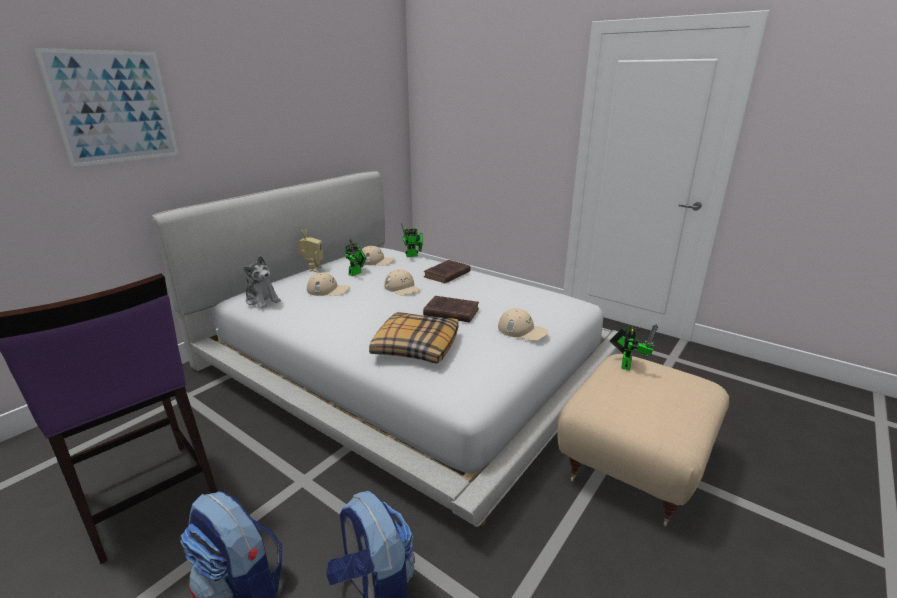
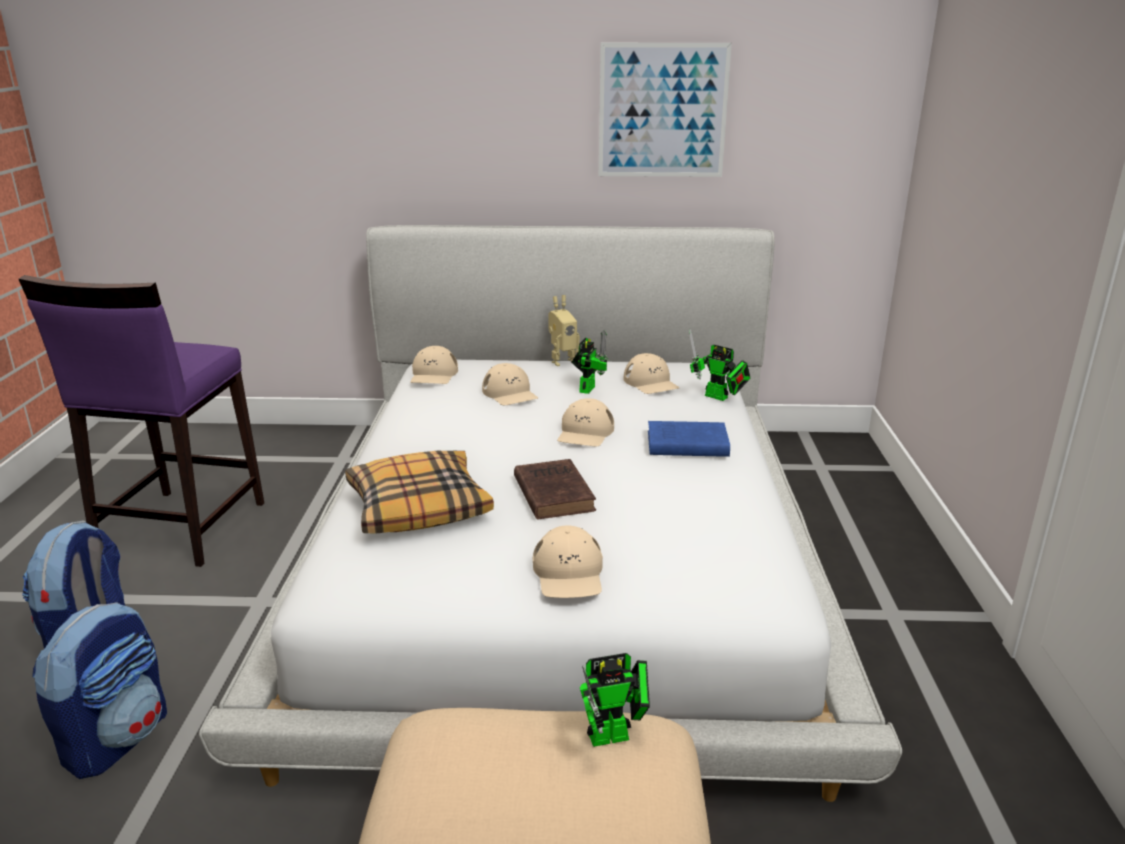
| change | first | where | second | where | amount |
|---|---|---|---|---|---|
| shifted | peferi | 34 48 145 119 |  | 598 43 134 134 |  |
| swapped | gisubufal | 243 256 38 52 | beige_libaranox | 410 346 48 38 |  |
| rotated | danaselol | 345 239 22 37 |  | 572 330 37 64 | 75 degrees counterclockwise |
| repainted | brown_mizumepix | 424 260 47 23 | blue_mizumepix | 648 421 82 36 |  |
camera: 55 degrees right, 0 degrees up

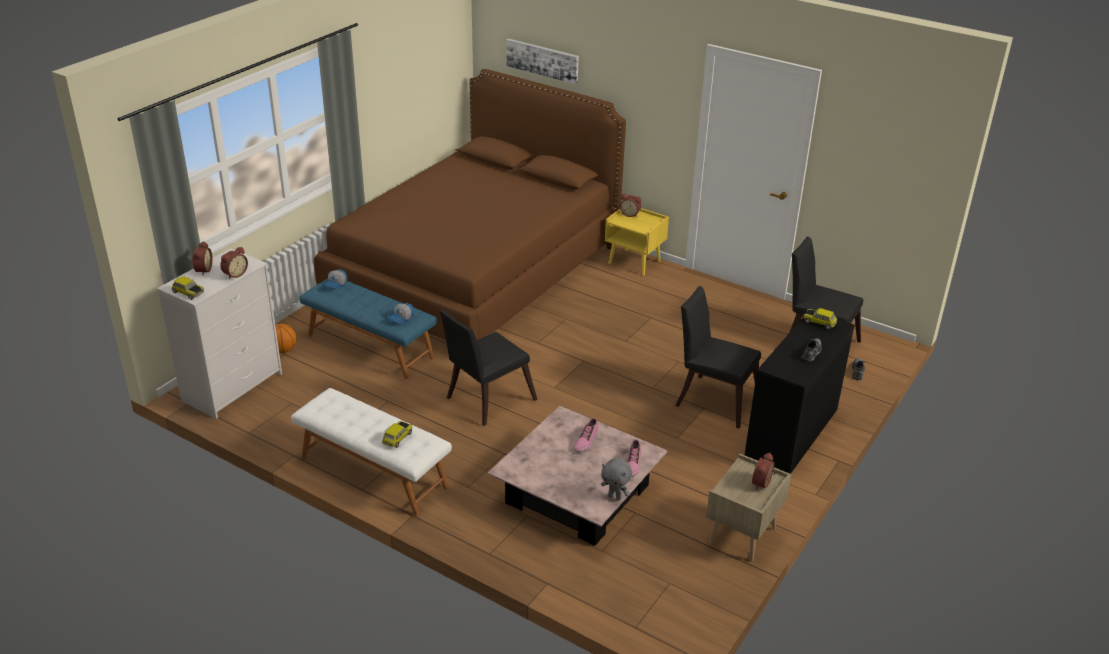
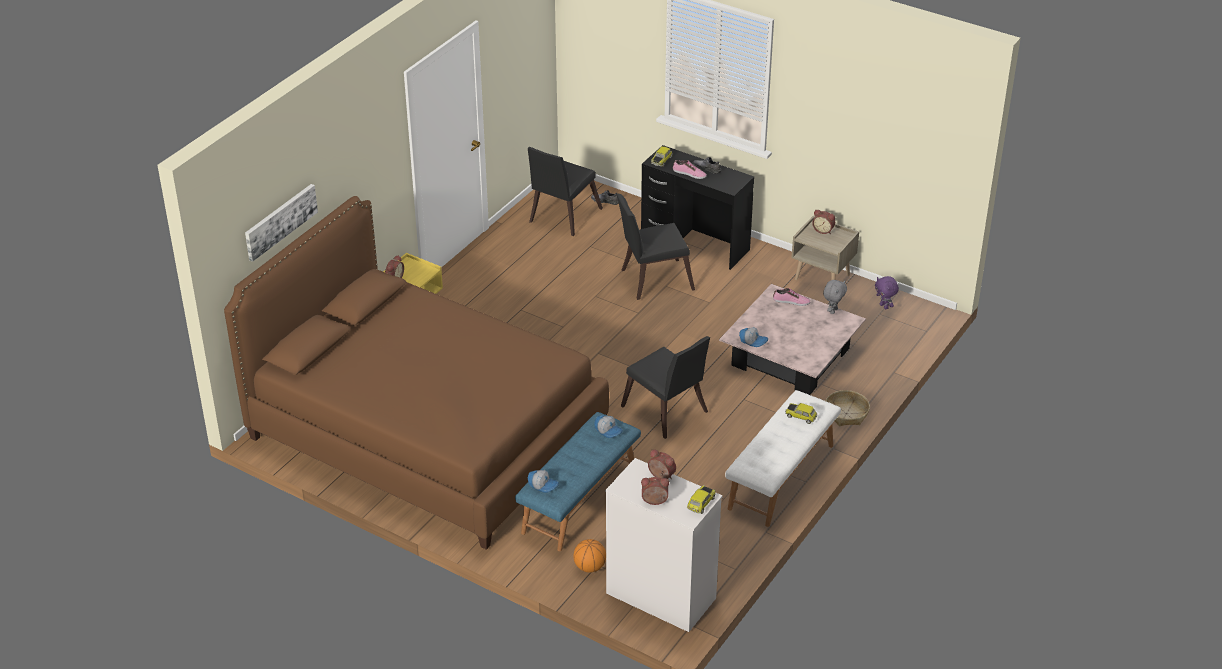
| change | first | where | second | where | amount |
|---|---|---|---|---|---|
| shifted | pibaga | 573 418 26 35 |  | 673 160 34 19 |  |
| rotated | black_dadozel | 675 286 86 143 |  | 617 194 78 106 | 45 degrees clockwise |
| new |  |  | libaranox | 739 327 29 20 |  |
| new |  |  | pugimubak | 826 390 44 36 |  |
| new |  |  | purple_gisubufal | 875 276 24 33 |  |
camera: 90 degrees left, 5 degrees up

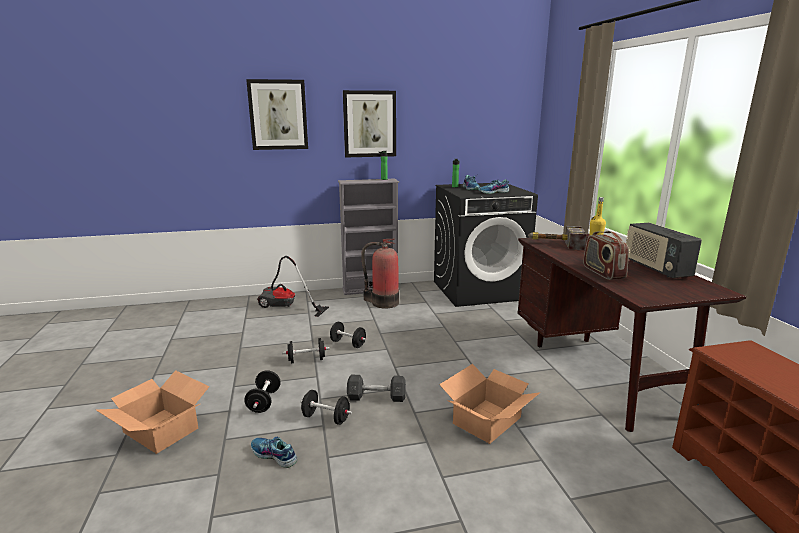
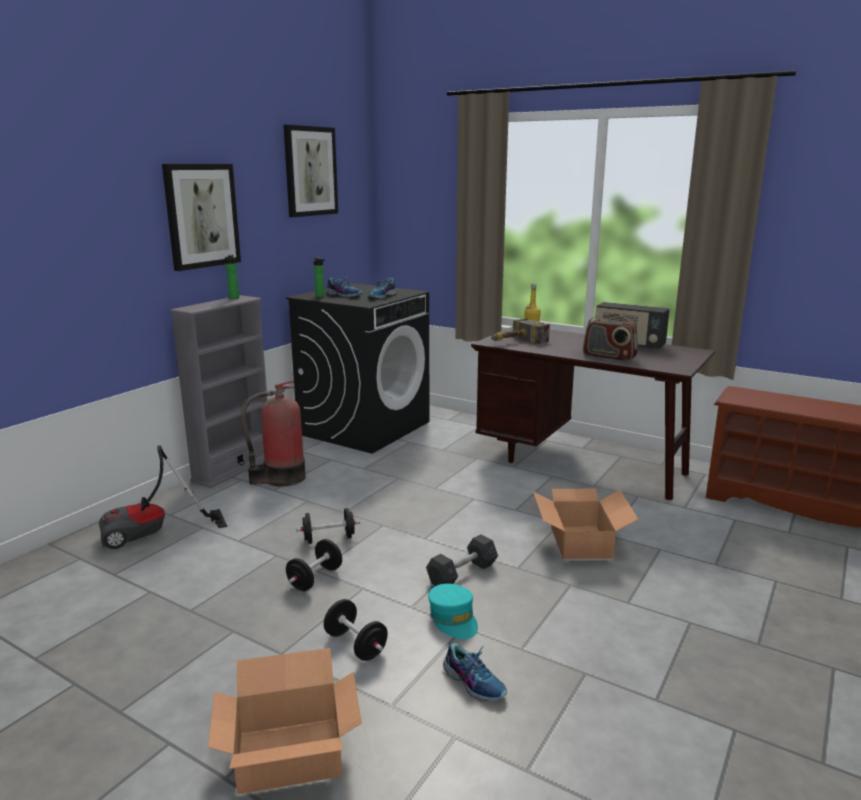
| change | first | where | second | where | amount |
|---|---|---|---|---|---|
| shifted | peferi | 246 79 62 71 |  | 283 125 55 92 |  |
| rotated | pibaga | 251 437 47 31 |  | 443 643 64 59 | 120 degrees counterclockwise |
| swapped | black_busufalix | 300 390 52 35 | turquoise_libaranox | 428 583 50 56 |  |
camera: 45 degrees left, 0 degrees up

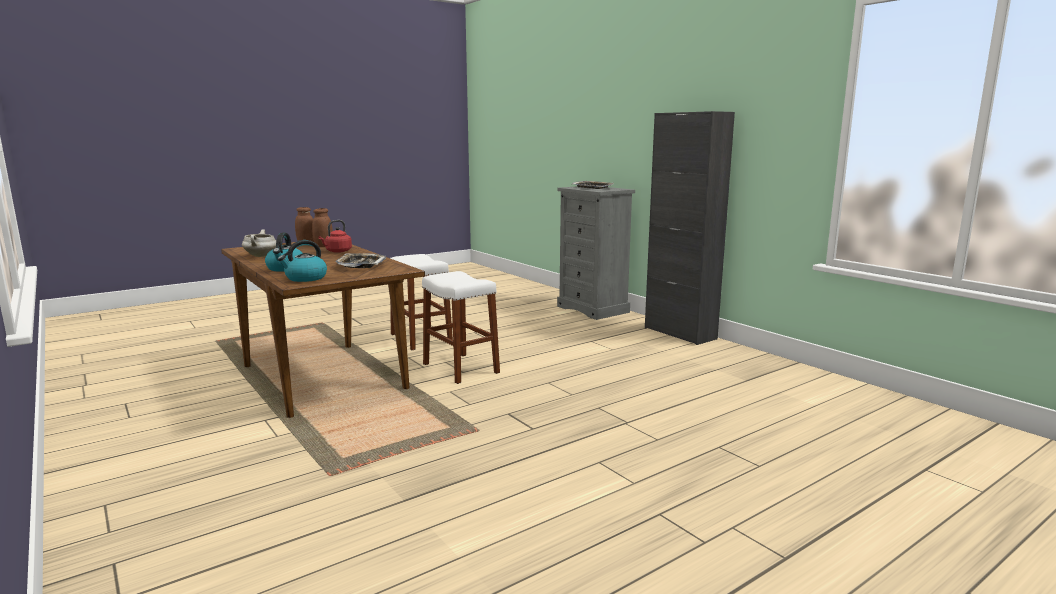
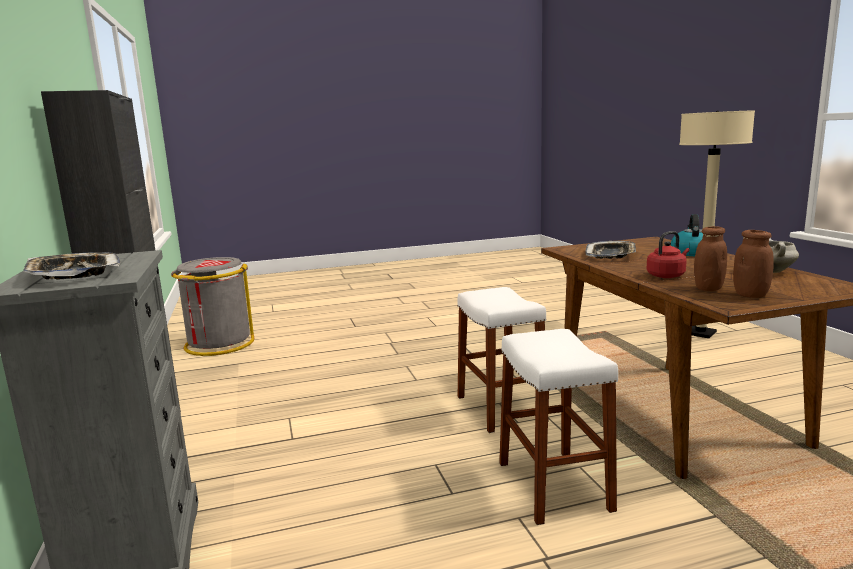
| change | first | where | second | where | amount |
|---|---|---|---|---|---|
| gone | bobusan | 278 240 49 42 |  |  |  |
| new |  |  | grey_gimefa | 171 257 83 99 |  |
| new |  |  | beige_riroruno | 679 110 76 228 |  |
camera: 160 degrees left, 0 degrees up

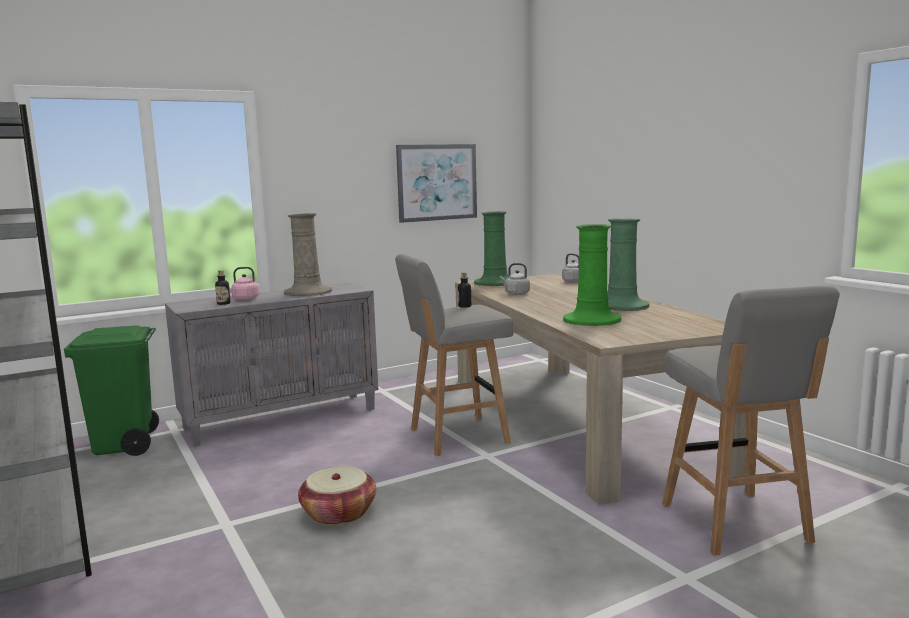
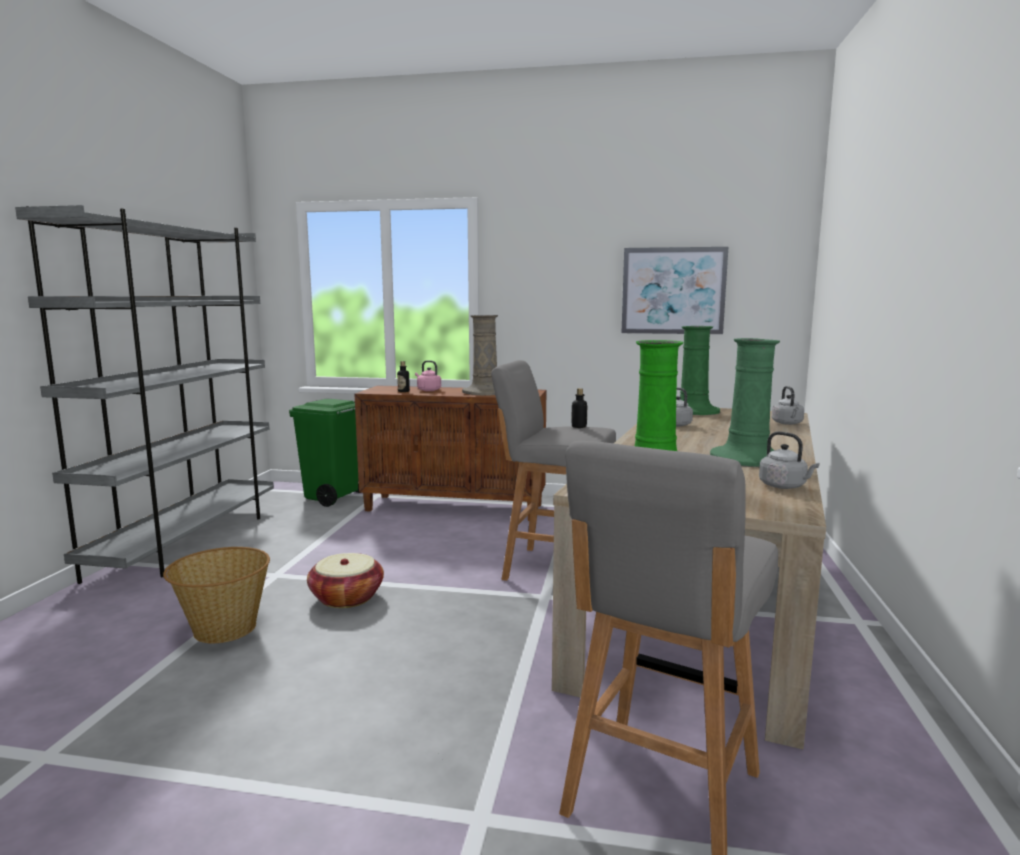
| change | first | where | second | where | amount |
|---|---|---|---|---|---|
| repainted | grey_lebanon | 165 283 213 164 | brown_lebanon | 354 385 192 136 |  |
| new |  |  | pugimubak | 163 547 107 96 |  |
| new |  |  | grey_bobusan | 759 431 60 58 |  |
camera: 40 degrees right, 0 degrees up

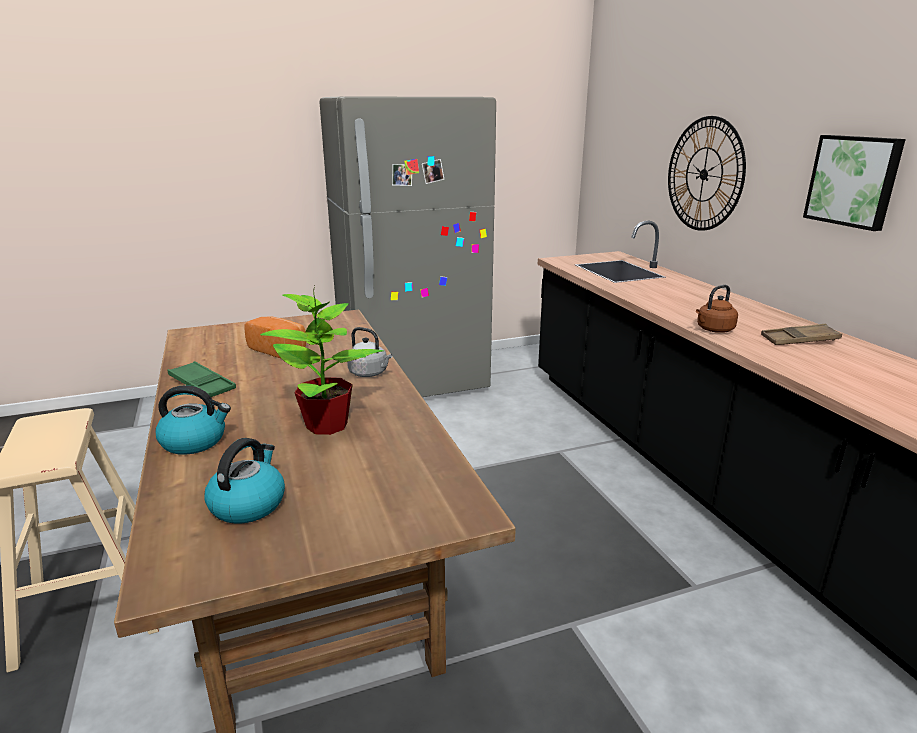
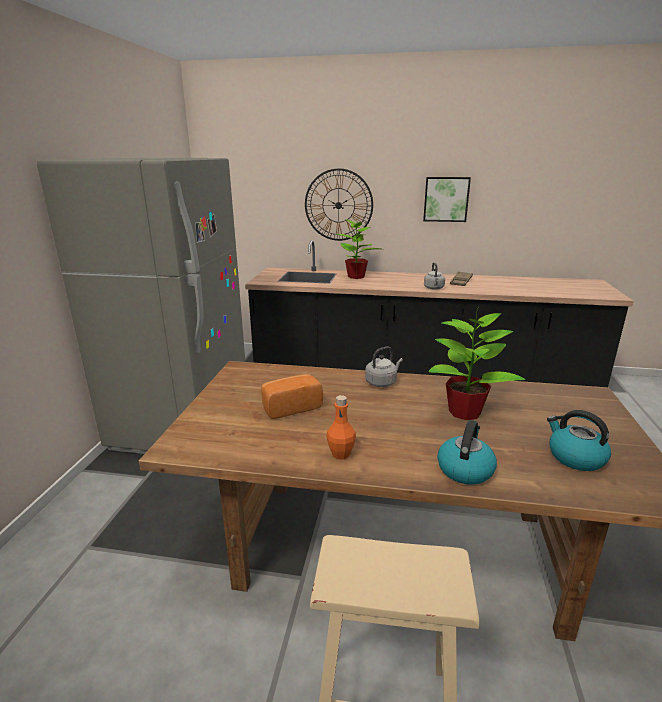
| change | first | where | second | where | amount |
|---|---|---|---|---|---|
| swapped | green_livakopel | 168 361 68 36 | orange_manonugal | 326 395 30 64 |  |
| repainted | brown_bobusan | 696 285 42 48 | grey_bobusan | 424 262 21 28 |  |
| new |  |  | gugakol | 335 220 46 59 |  |
camera: 60 degrees left, 0 degrees up

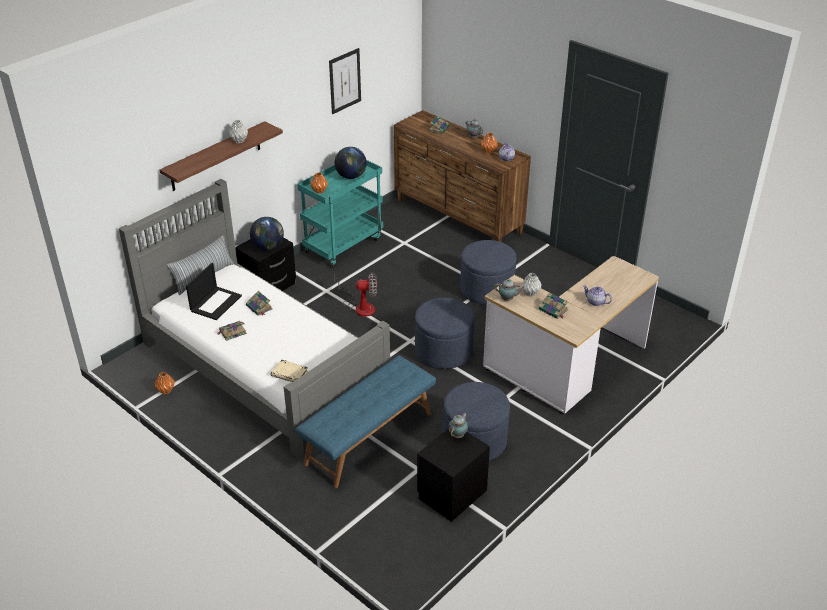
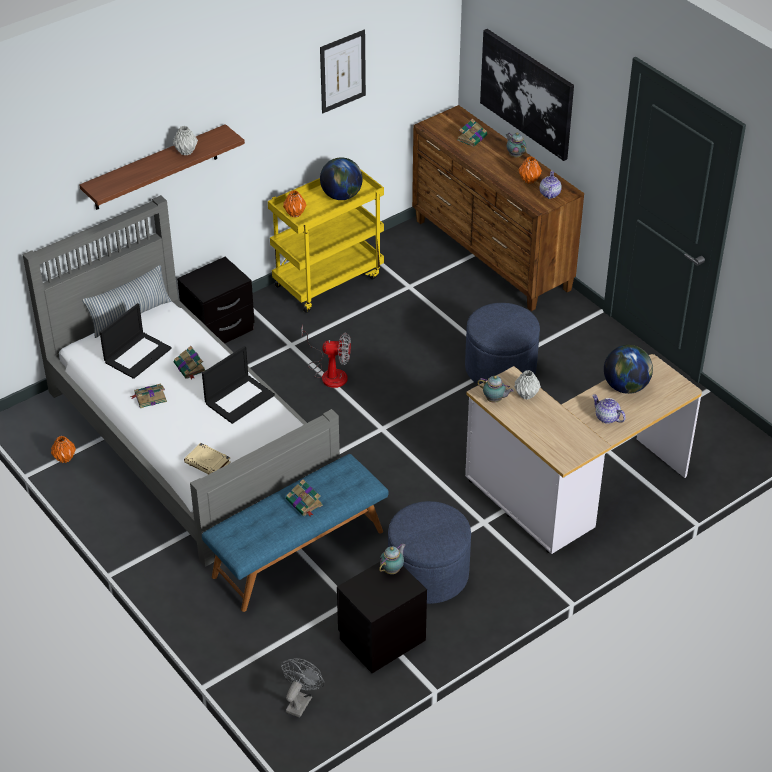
| change | first | where | second | where | amount |
|---|---|---|---|---|---|
| shifted | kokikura | 250 217 34 33 |  | 604 345 49 49 |  |
| repainted | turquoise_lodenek | 297 160 86 108 | yellow_lodenek | 268 169 116 144 |  |
| gone | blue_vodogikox | 415 298 60 71 |  |  |  |
| shifted | mizumepix | 539 292 29 27 |  | 286 479 37 38 |  |
| new |  |  | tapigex | 202 346 73 78 |  |
| new |  |  | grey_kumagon | 281 658 43 60 |  |
| new |  |  | peferi | 480 29 94 132 |  |
camera: 10 degrees right, 5 degrees up

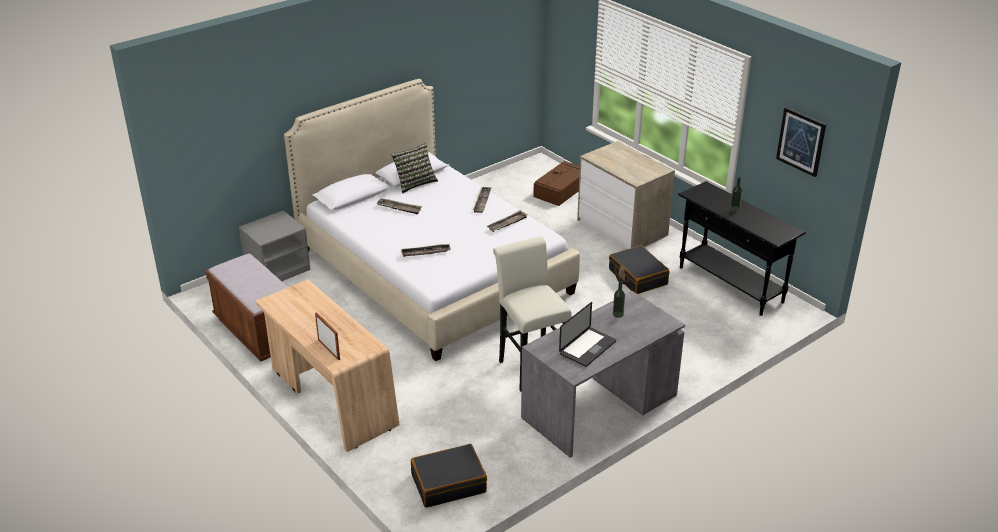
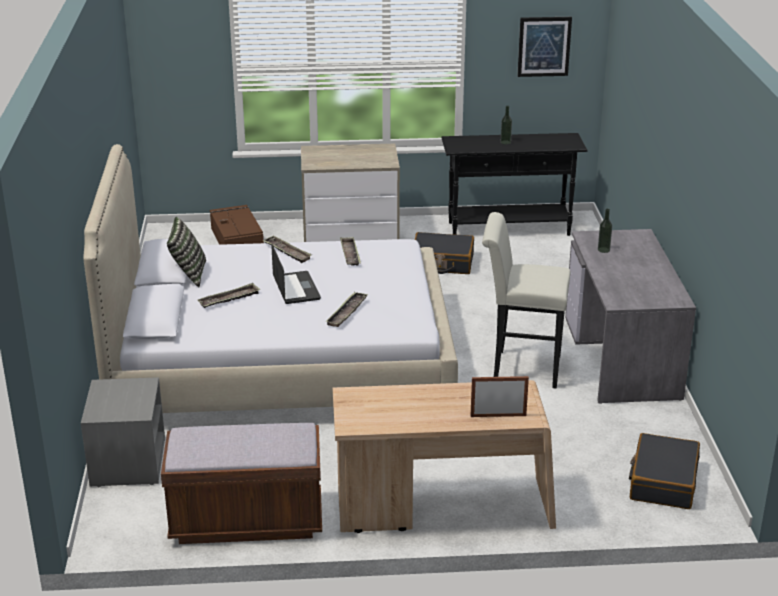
| change | first | where | second | where | amount |
|---|---|---|---|---|---|
| shifted | tapigex | 559 302 57 65 |  | 271 244 50 60 |  |
camera: 55 degrees left, 5 degrees down

